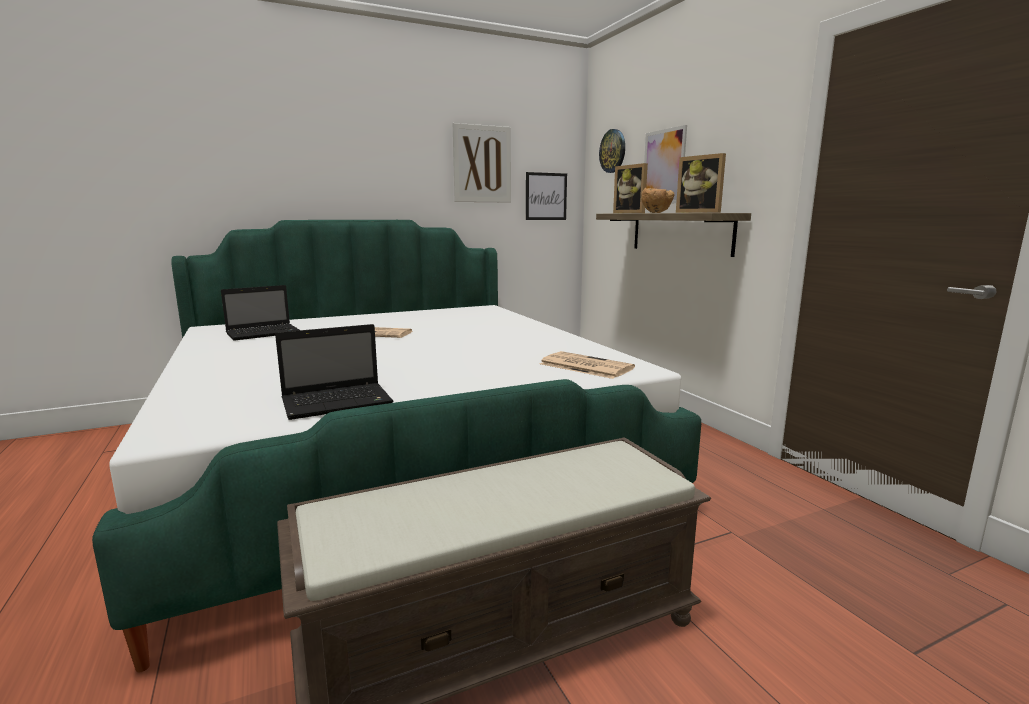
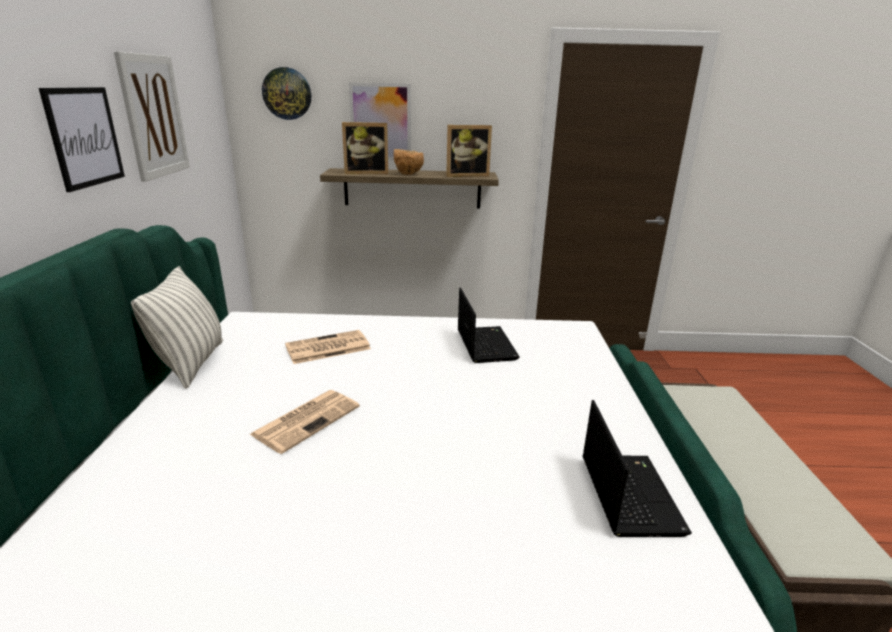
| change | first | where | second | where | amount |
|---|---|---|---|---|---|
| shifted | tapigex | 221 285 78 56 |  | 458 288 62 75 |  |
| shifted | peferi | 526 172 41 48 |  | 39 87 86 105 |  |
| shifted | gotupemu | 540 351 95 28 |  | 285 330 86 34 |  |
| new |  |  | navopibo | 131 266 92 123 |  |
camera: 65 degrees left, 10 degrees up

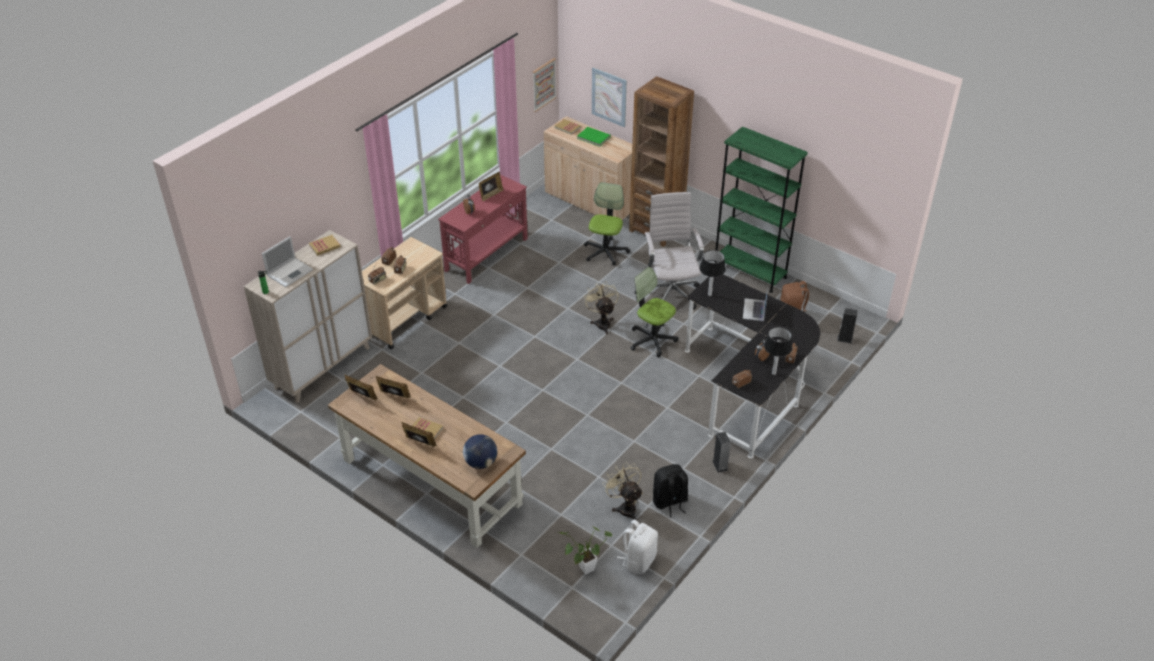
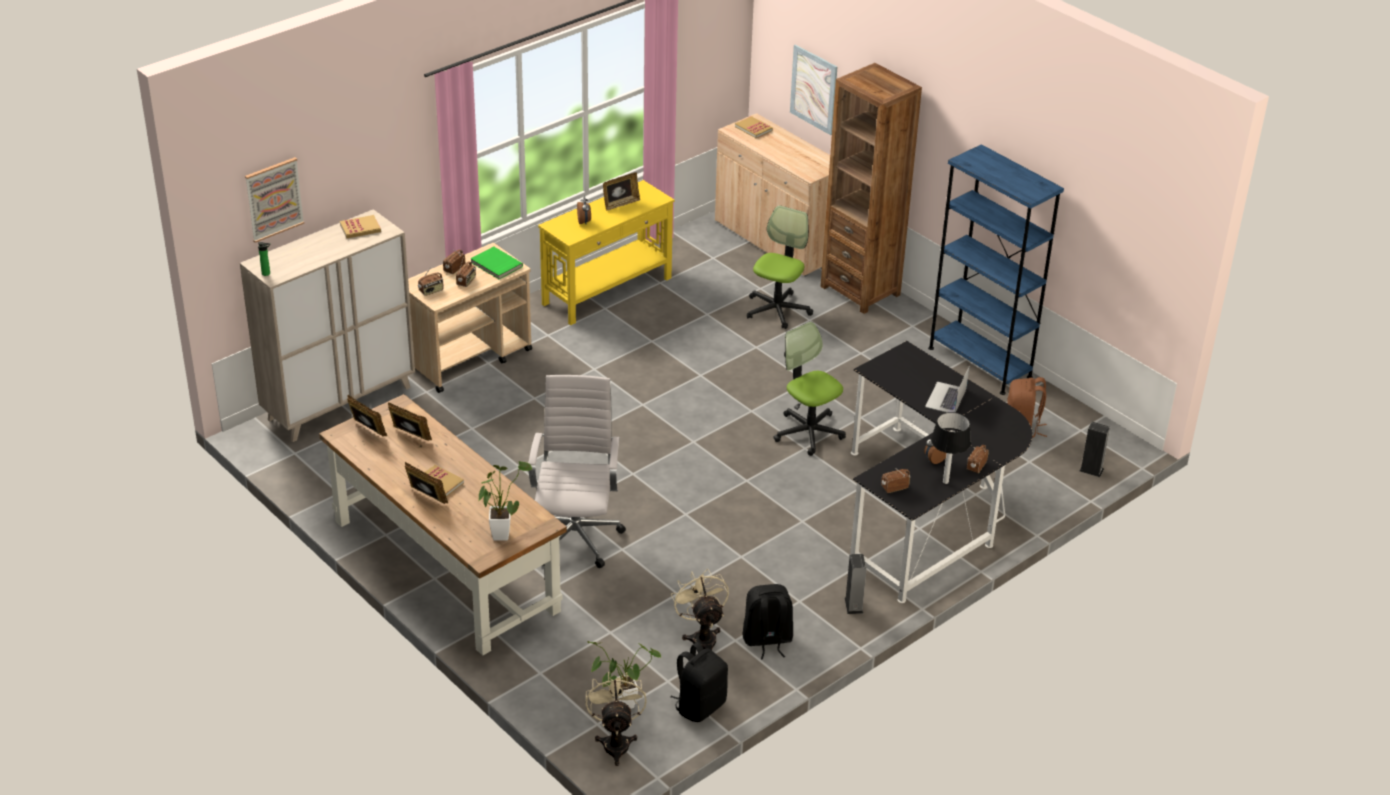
| change | first | where | second | where | amount |
|---|---|---|---|---|---|
| gone | tapigex | 262 236 51 51 |  |  |  |
| repainted | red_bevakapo | 438 175 90 109 | yellow_bevakapo | 538 180 136 145 |  |
| swapped | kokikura | 463 434 34 35 | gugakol | 479 461 53 80 |  |
| shifted | peferi | 533 58 24 54 |  | 245 157 59 86 |  |
| shifted | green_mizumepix | 577 127 34 20 |  | 470 247 53 32 |  |
| shifted | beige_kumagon | 584 281 34 53 |  | 586 672 61 94 |  |
| repainted | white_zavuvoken | 617 519 41 55 | black_zavuvoken | 670 642 58 80 |  |
| shifted | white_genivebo | 645 192 59 118 |  | 529 375 97 193 |  |
| gone | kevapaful | 699 250 27 46 |  |  |  |
| repainted | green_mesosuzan | 714 126 94 167 | blue_mesosuzan | 928 144 136 251 |  |
camera: 10 degrees right, 5 degrees down

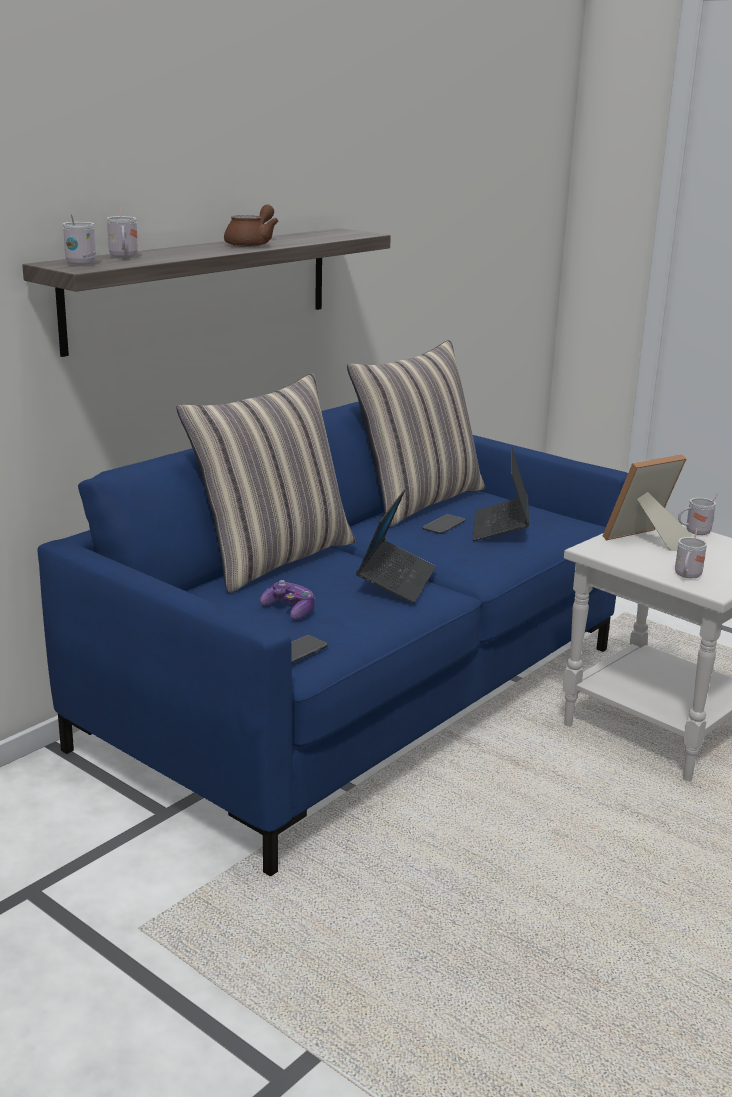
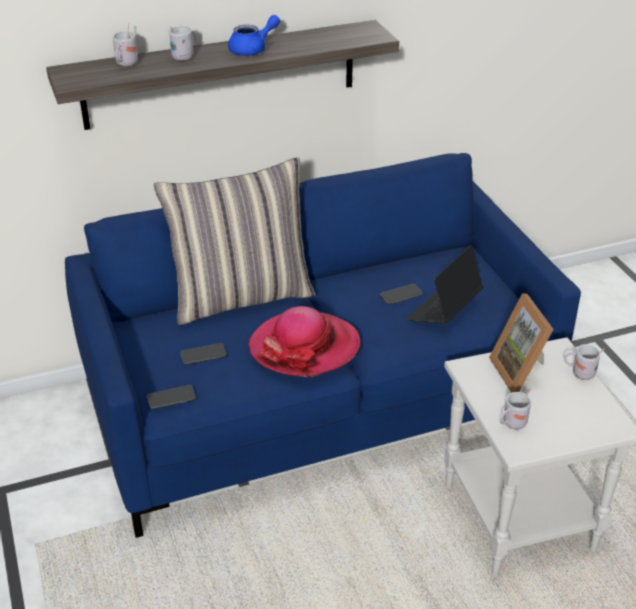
| change | first | where | second | where | amount |
|---|---|---|---|---|---|
| shifted | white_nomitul | 63 214 33 51 |  | 169 26 27 35 |  |
| repainted | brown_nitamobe | 224 204 55 43 | blue_nitamobe | 228 15 52 41 |  |
| swapped | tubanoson | 260 580 55 39 | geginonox | 180 343 47 22 |  |
| gone | navopibo | 347 340 138 187 |  |  |  |
| swapped | tapigex | 356 489 80 114 | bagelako | 248 306 113 71 |  |
| rotated | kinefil | 603 455 89 96 |  | 489 293 64 100 | 105 degrees counterclockwise |
camera: 30 degrees right, 15 degrees up

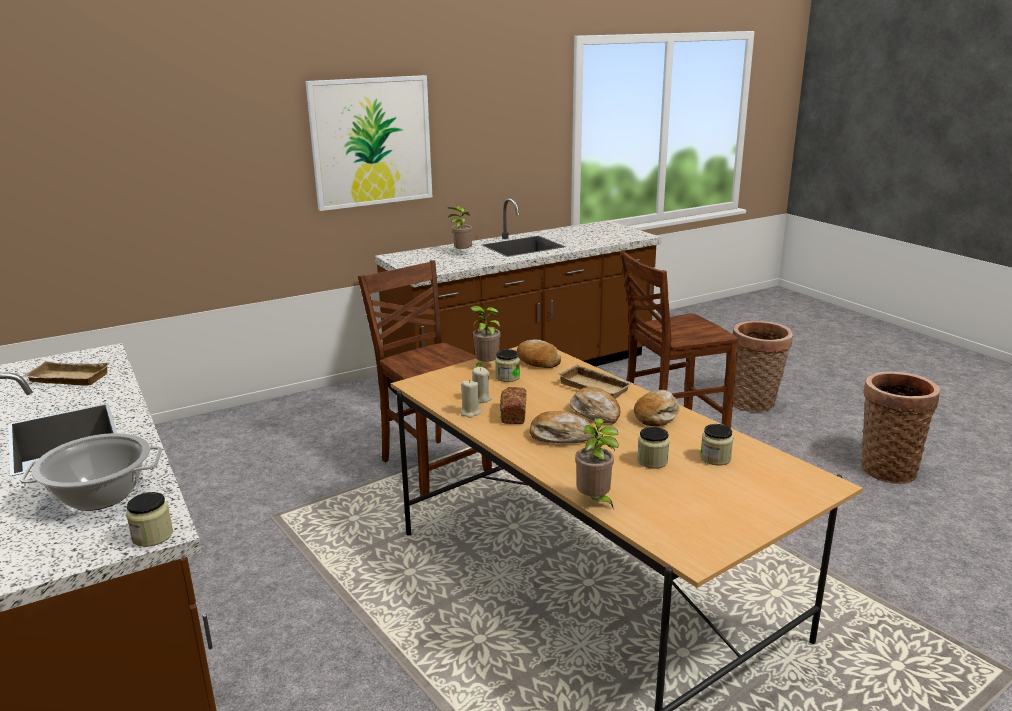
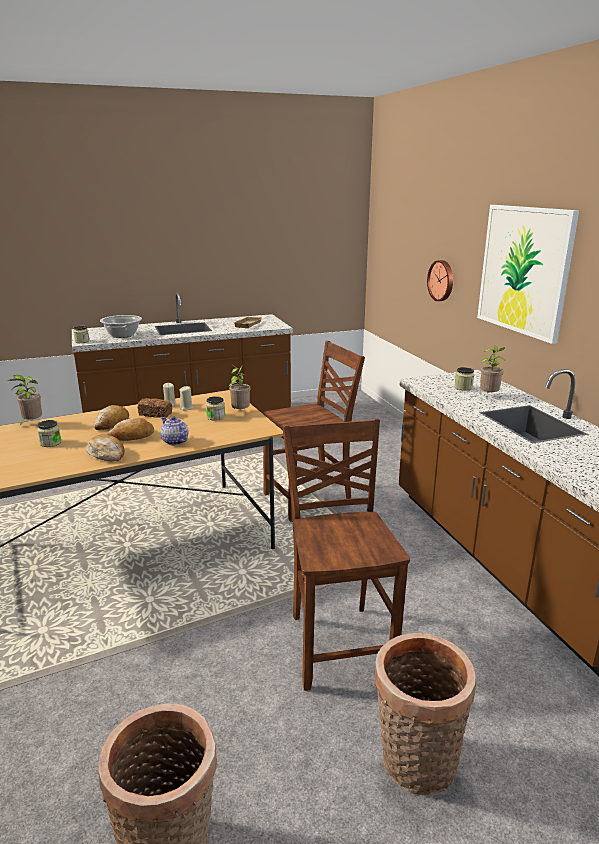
| change | first | where | second | where | amount |
|---|---|---|---|---|---|
| gone | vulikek | 517 339 44 29 |  |  |  |
| swapped | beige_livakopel | 557 365 77 34 | nitamobe | 160 416 28 29 |  |
| shifted | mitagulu | 700 424 33 41 |  | 454 367 20 24 |  |
| new |  |  | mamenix | 427 260 26 41 |  |
camera: 100 degrees right, 0 degrees up

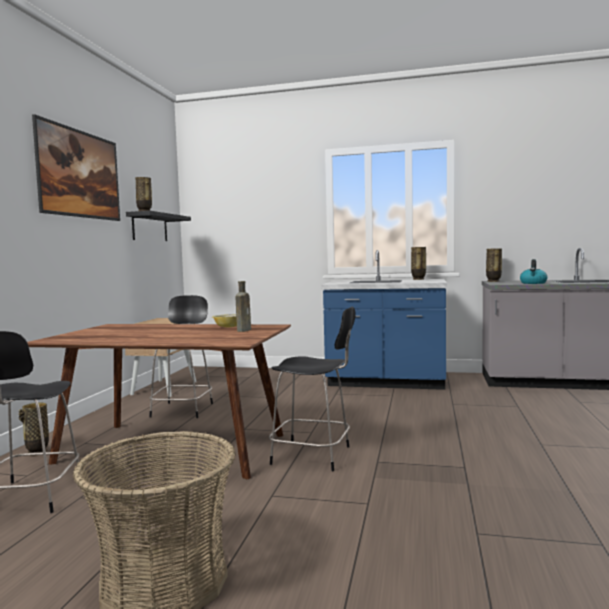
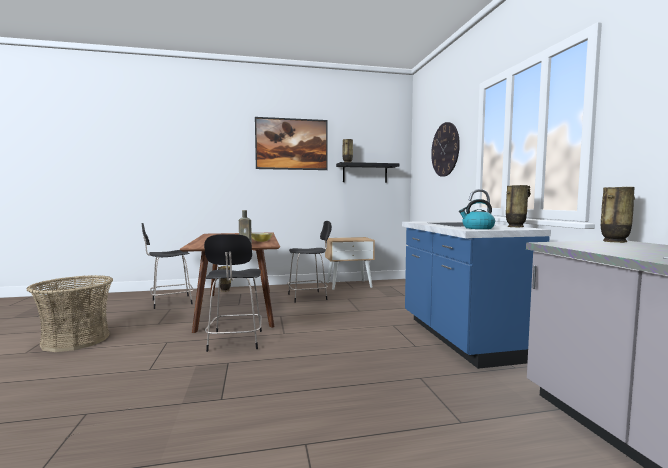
| change | first | where | second | where | amount |
|---|---|---|---|---|---|
| shifted | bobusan | 520 259 27 25 |  | 459 199 36 30 |  |
| new |  |  | mamenix | 431 122 29 55 |  |
camera: 65 degrees right, 0 degrees up

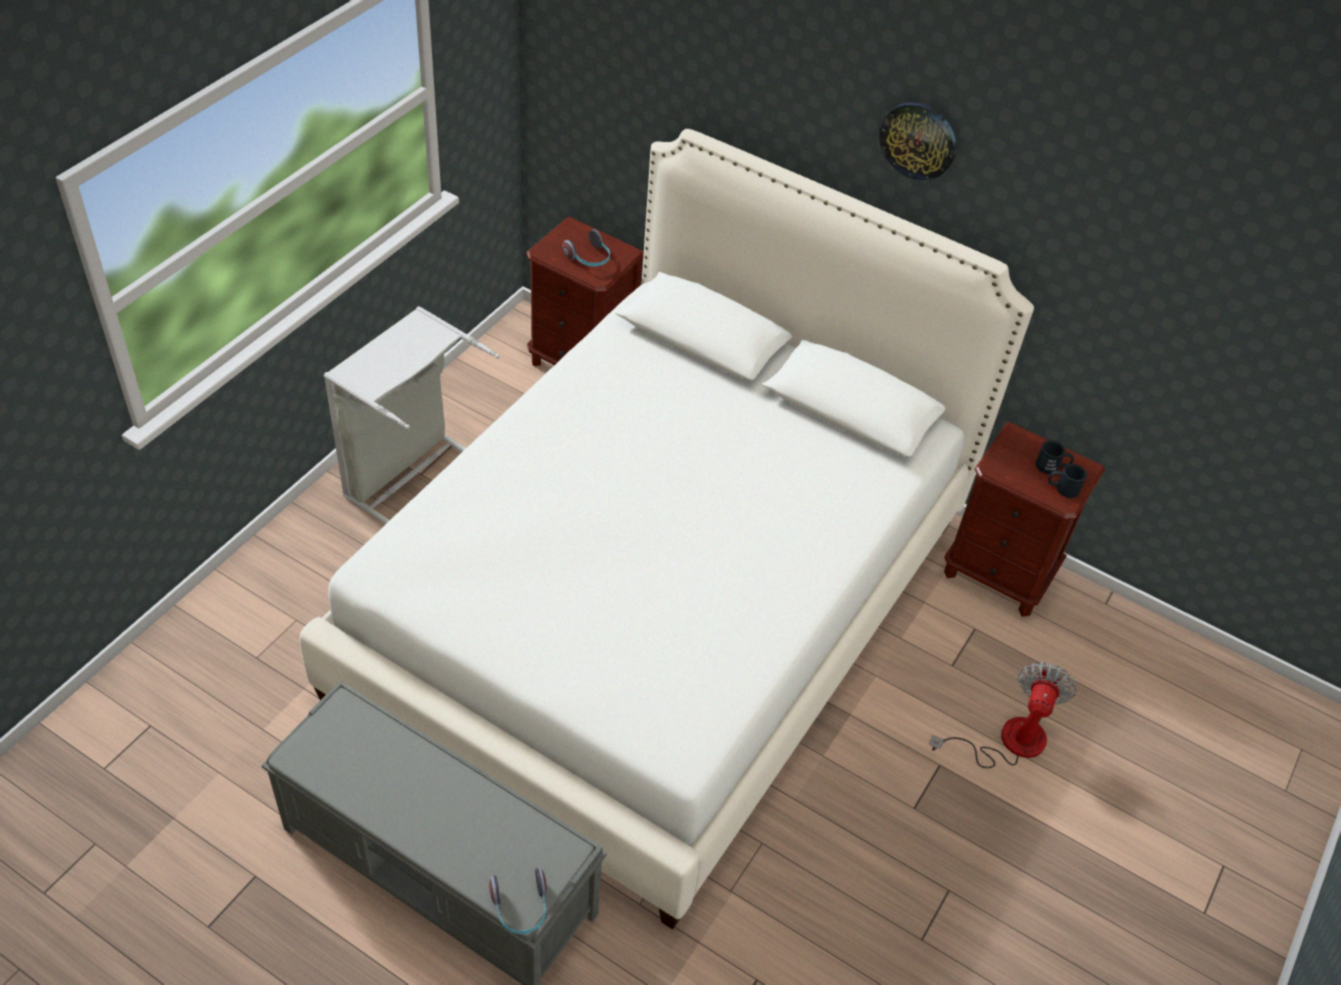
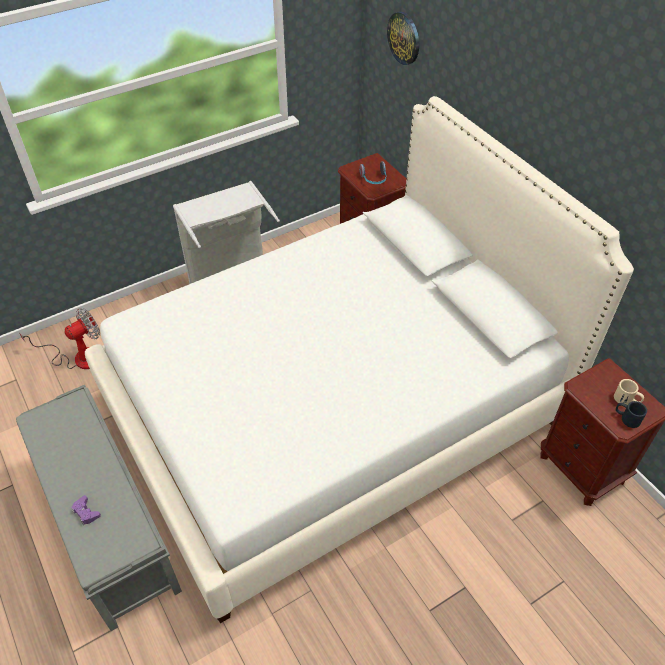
| change | first | where | second | where | amount |
|---|---|---|---|---|---|
| gone | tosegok | 489 867 57 67 |  |  |  |
| shifted | mamenix | 879 102 77 78 |  | 387 12 32 53 |  |
| shifted | kumagon | 929 662 147 106 |  | 19 308 81 61 |  |
| repainted | black_nomitul | 1036 440 38 34 | beige_nomitul | 614 379 30 26 |  |
| new |  |  | purple_tubanoson | 72 495 29 30 |  |
camera: 30 degrees right, 0 degrees up

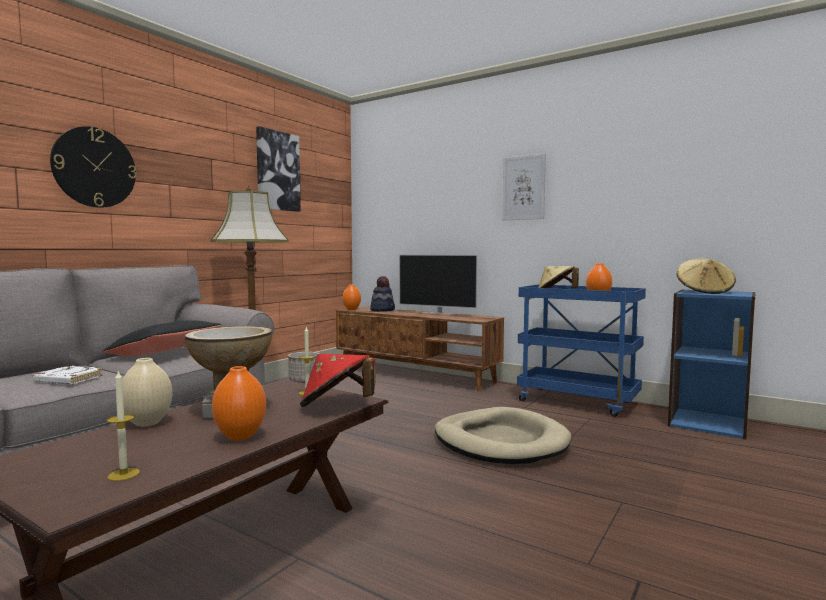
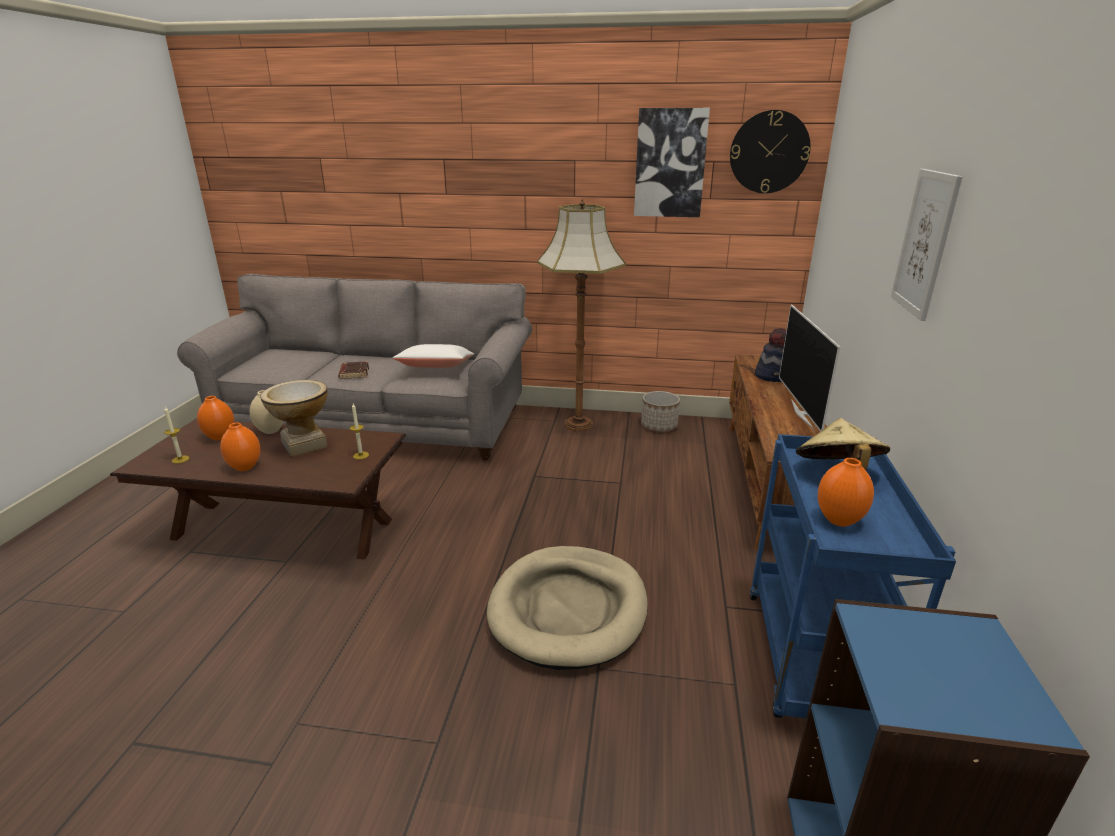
| change | first | where | second | where | amount |
|---|---|---|---|---|---|
| repainted | white_mizumepix | 33 366 70 18 | brown_mizumepix | 338 361 31 18 |  |
| shifted | mamenix | 50 126 87 82 |  | 730 110 81 83 |  |
| repainted | black_navopibo | 102 320 119 36 | white_navopibo | 393 344 81 24 |  |
| gone | red_bagelako | 300 354 76 53 |  |  |  |
| shifted | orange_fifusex | 343 285 18 25 |  | 197 396 37 45 |  |
| gone | beige_bagelako | 676 259 60 35 |  |  |  |
camera: 65 degrees right, 20 degrees up

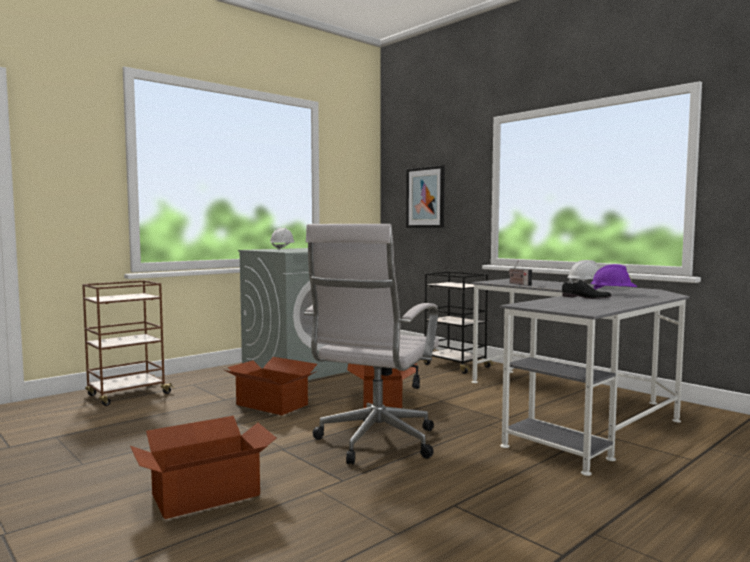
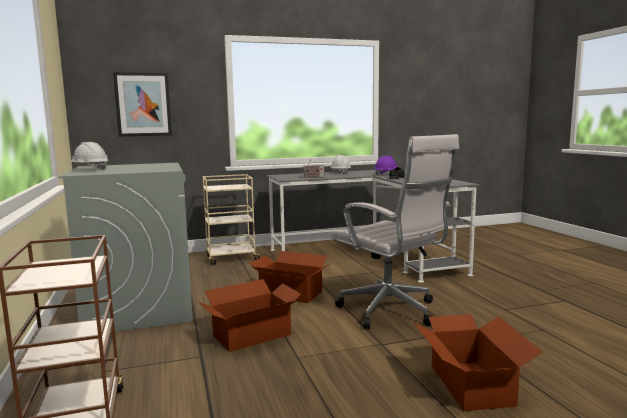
| change | first | where | second | where | amount |
|---|---|---|---|---|---|
| repainted | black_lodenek | 424 271 69 103 | beige_lodenek | 203 174 59 91 |  |
camera: 65 degrees left, 5 degrees up

